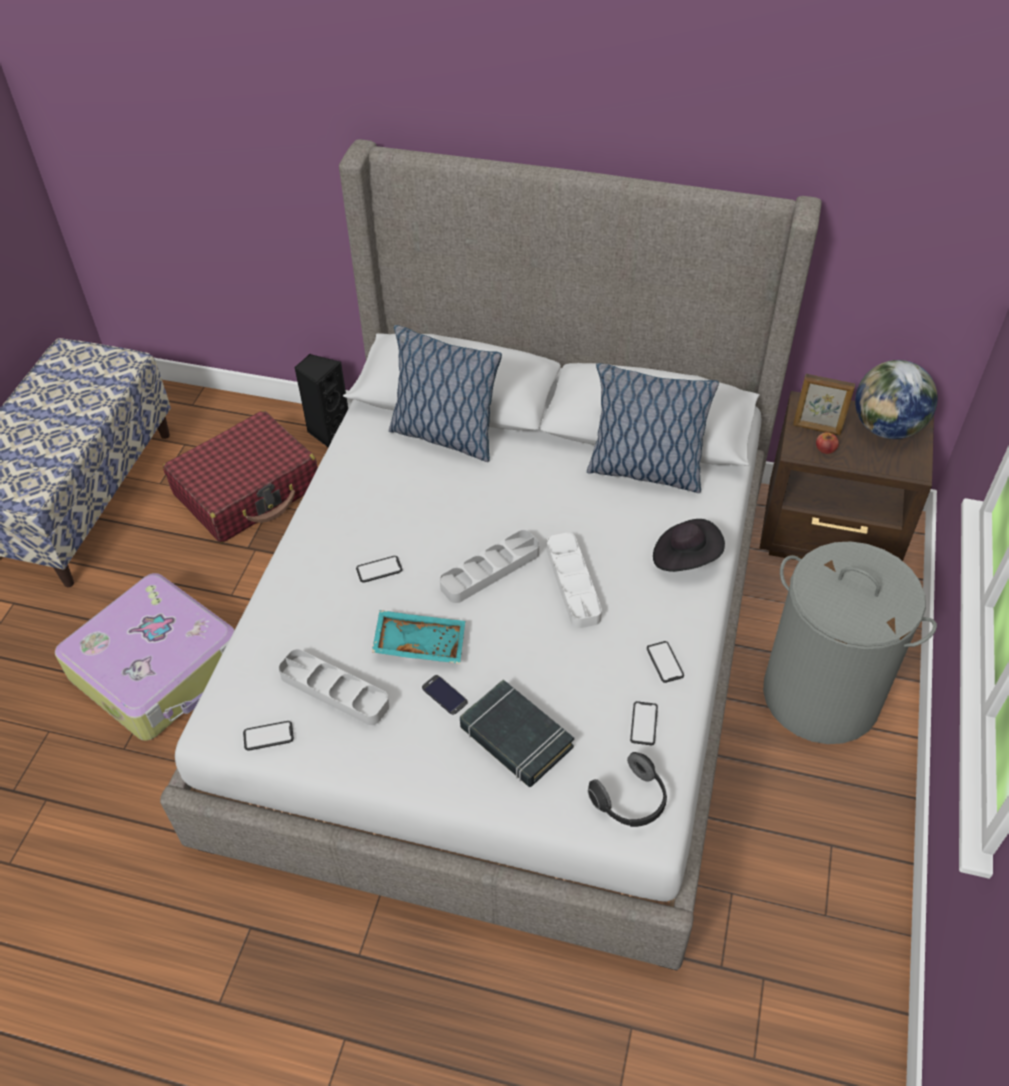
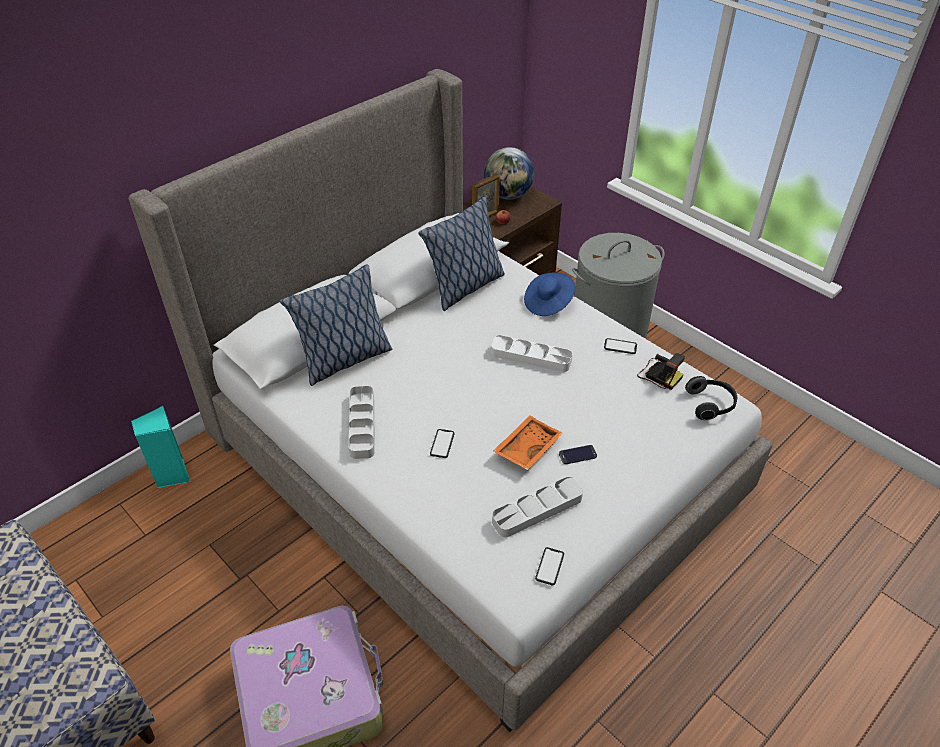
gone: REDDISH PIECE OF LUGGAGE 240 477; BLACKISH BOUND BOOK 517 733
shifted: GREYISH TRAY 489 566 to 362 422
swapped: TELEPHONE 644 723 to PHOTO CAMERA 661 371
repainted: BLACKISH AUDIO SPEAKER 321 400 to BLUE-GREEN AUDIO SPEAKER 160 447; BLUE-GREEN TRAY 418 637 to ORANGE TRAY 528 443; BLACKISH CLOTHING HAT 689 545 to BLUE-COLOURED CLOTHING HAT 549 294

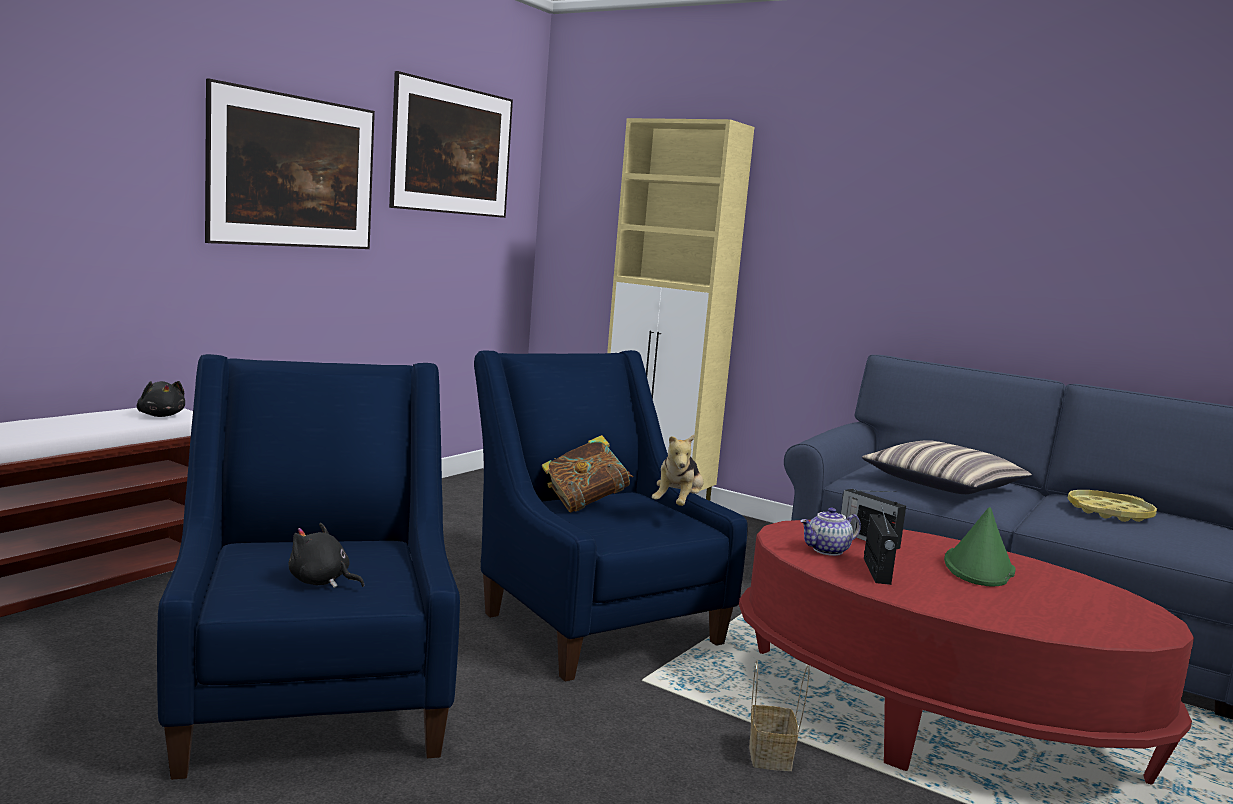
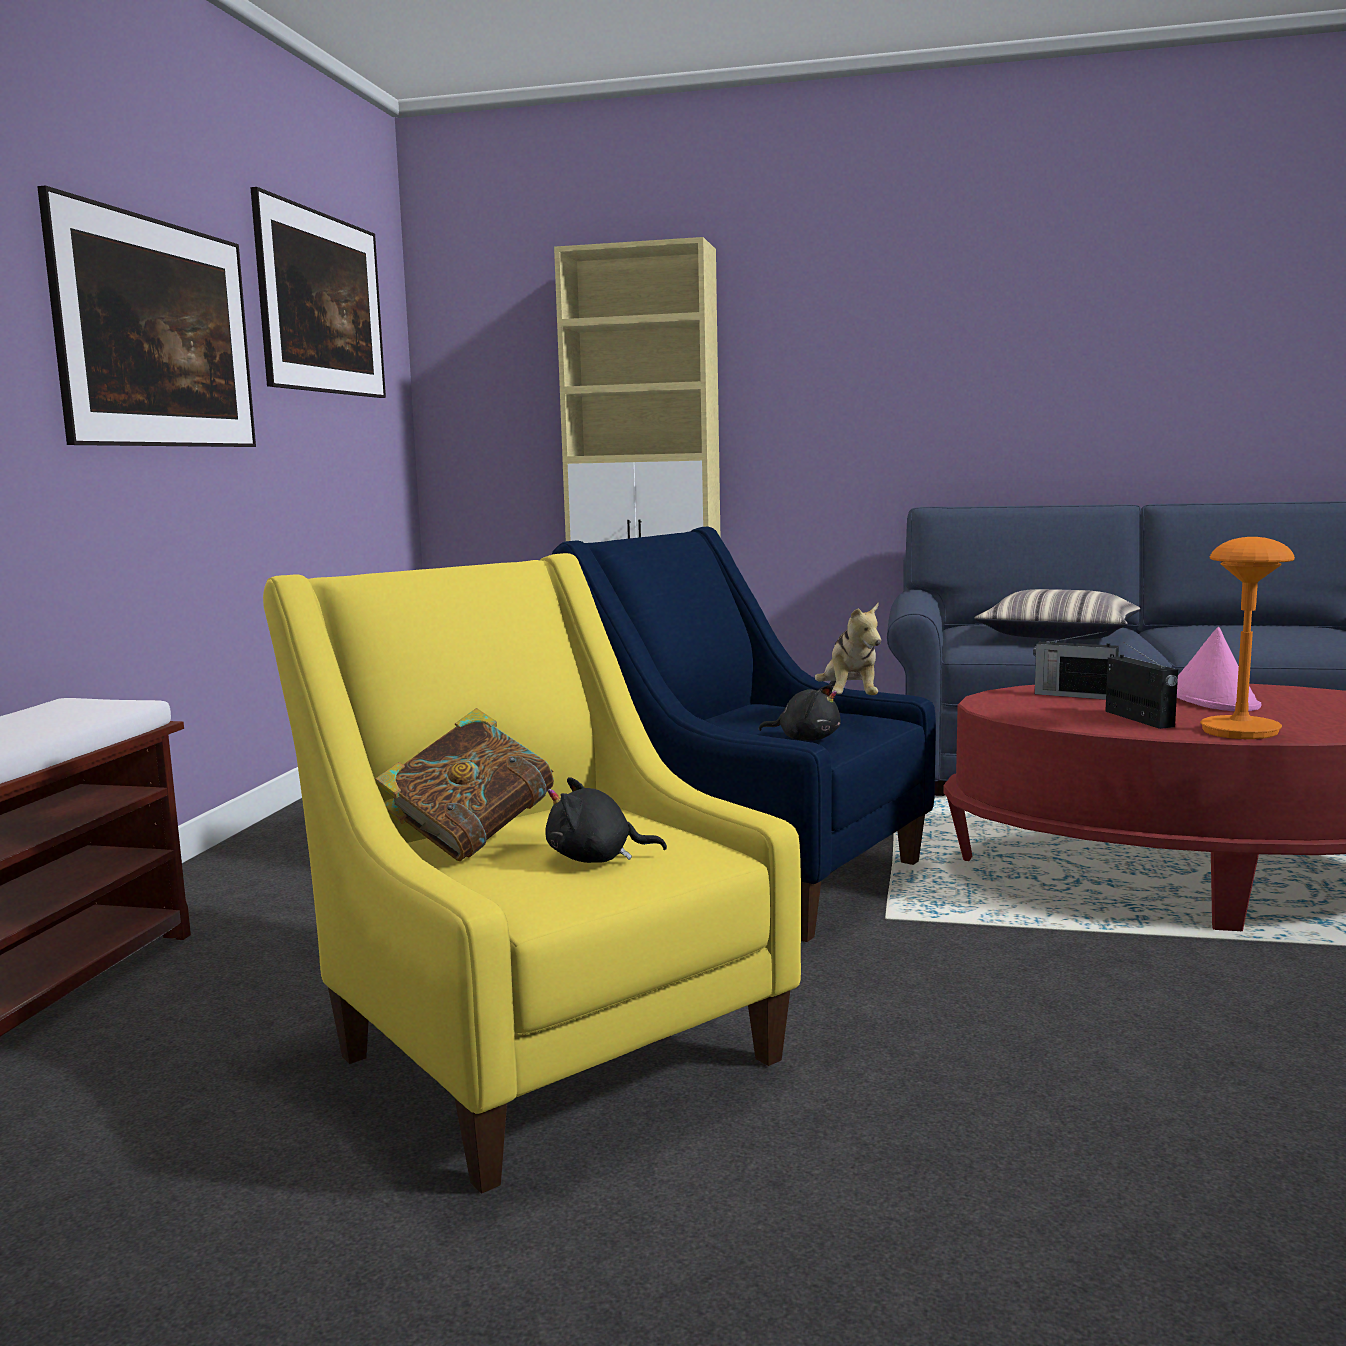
gone: HOUSEHOLD BASKET 779 715; TEA POT 830 532; YELLOWISH TRAY 1112 506
new: ORANGE LAMP FOR A TABLE 1247 638
shifted: BOUND BOOK 587 474 to 464 784; BLACKISH SOFT TOY 161 399 to 800 713
repainted: BLUE-COLOURED ARMCHAIR 308 567 to YELLOWISH ARMCHAIR 532 873; GREENISH CLOTHING HAT 980 546 to PINKISH CLOTHING HAT 1219 669

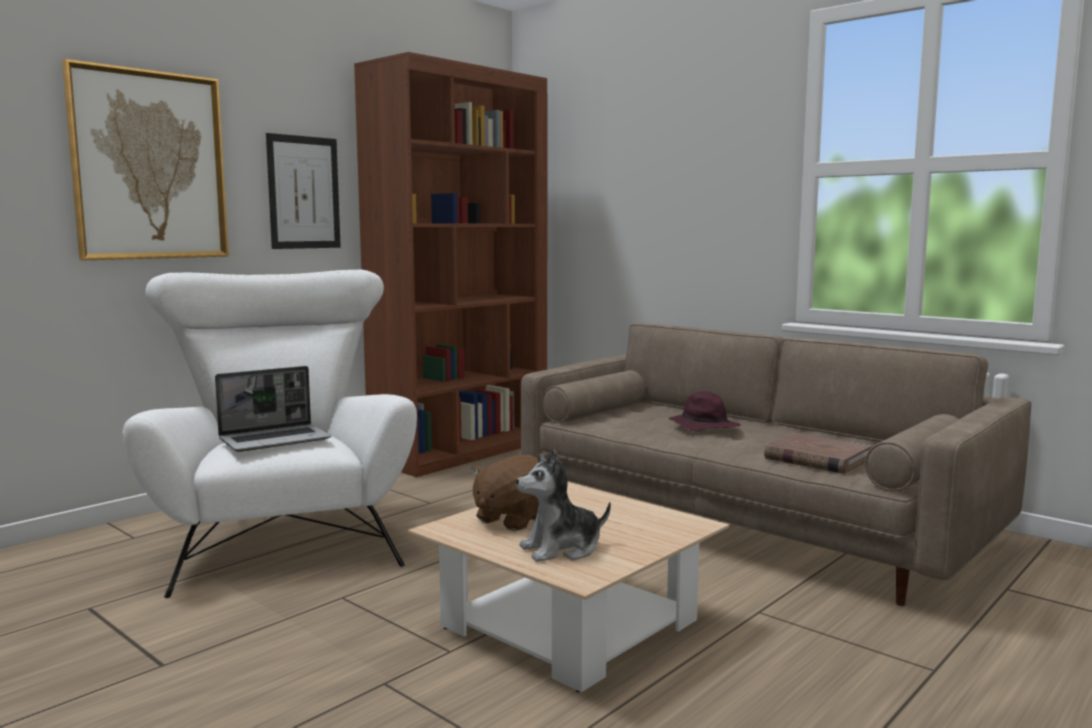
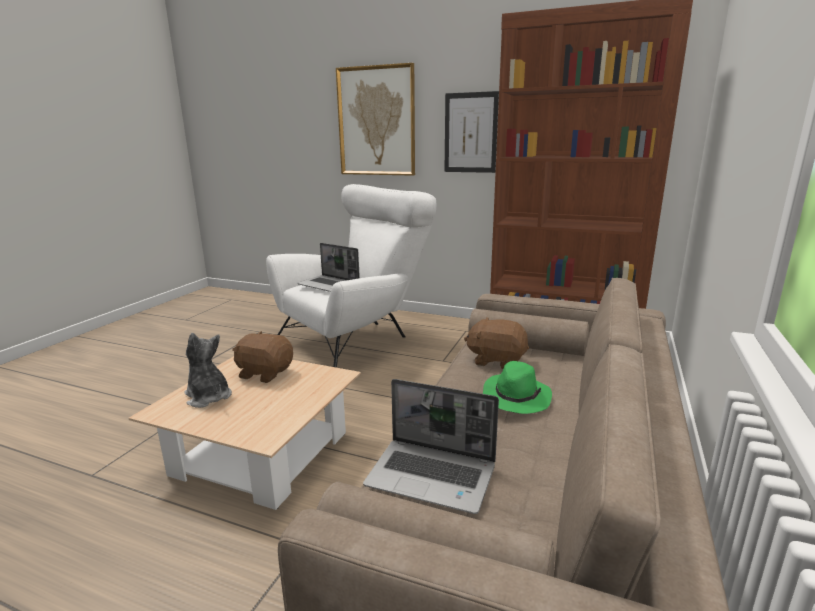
new: BROWN-COLOURED SOFT TOY 496 343
swapped: BROWN-COLOURED BOUND BOOK 818 453 to PORTABLE COMPUTER 431 446
repainted: PURPLISH CLOTHING HAT 705 411 to GREENISH CLOTHING HAT 517 387

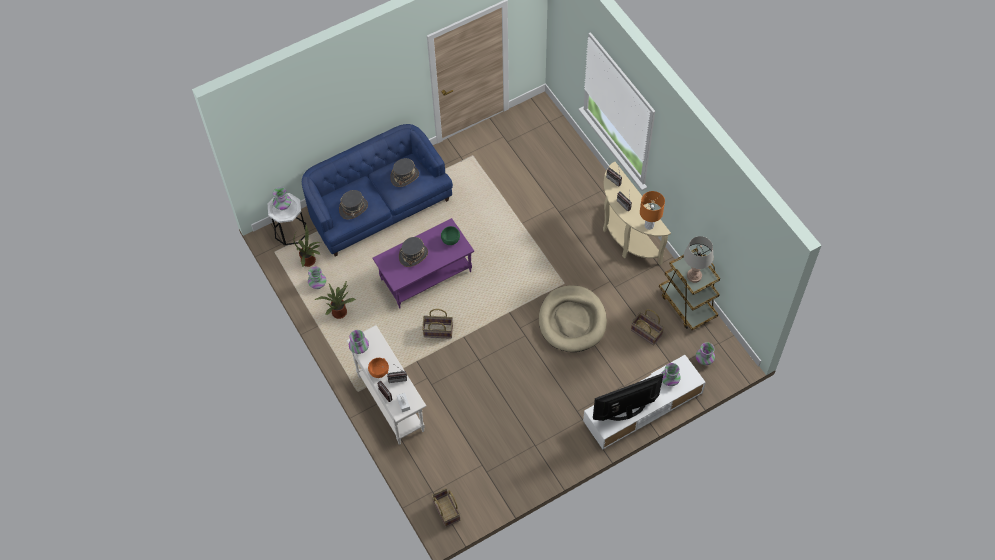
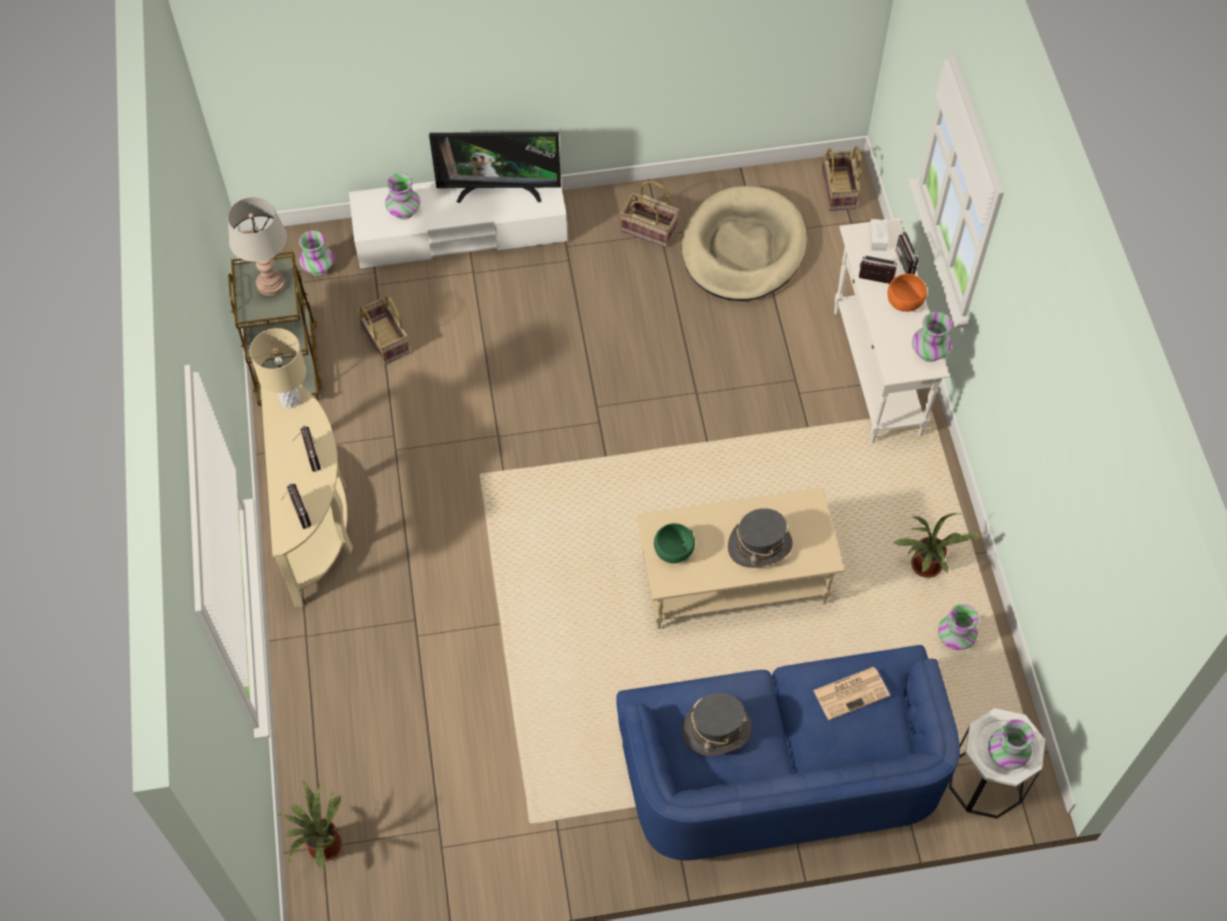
shifted: PLANT IN A POT 307 246 to 309 825; HOUSEHOLD BASKET 437 324 to 649 214; SAND-COLOURED DOG BED 573 318 to 744 243
swapped: GREYISH CLOTHING HAT 353 204 to NEWSPAPER 851 693
repainted: ORANGE LAMP FOR A TABLE 652 210 to SAND-COLOURED LAMP FOR A TABLE 278 368; PURPLISH LOUNGE TABLE 423 263 to SAND-COLOURED LOUNGE TABLE 740 558

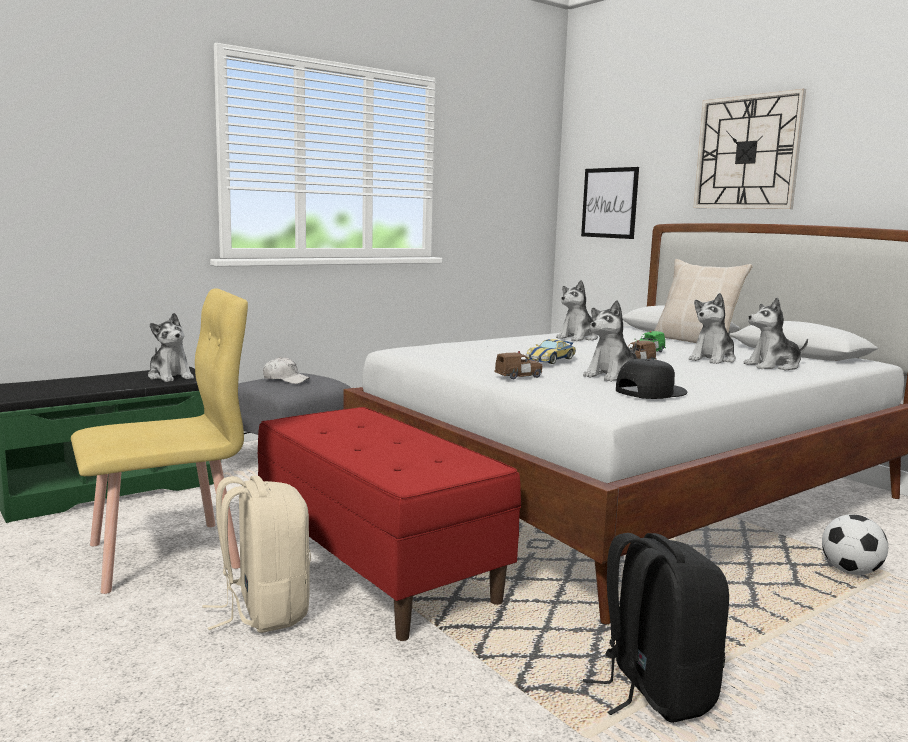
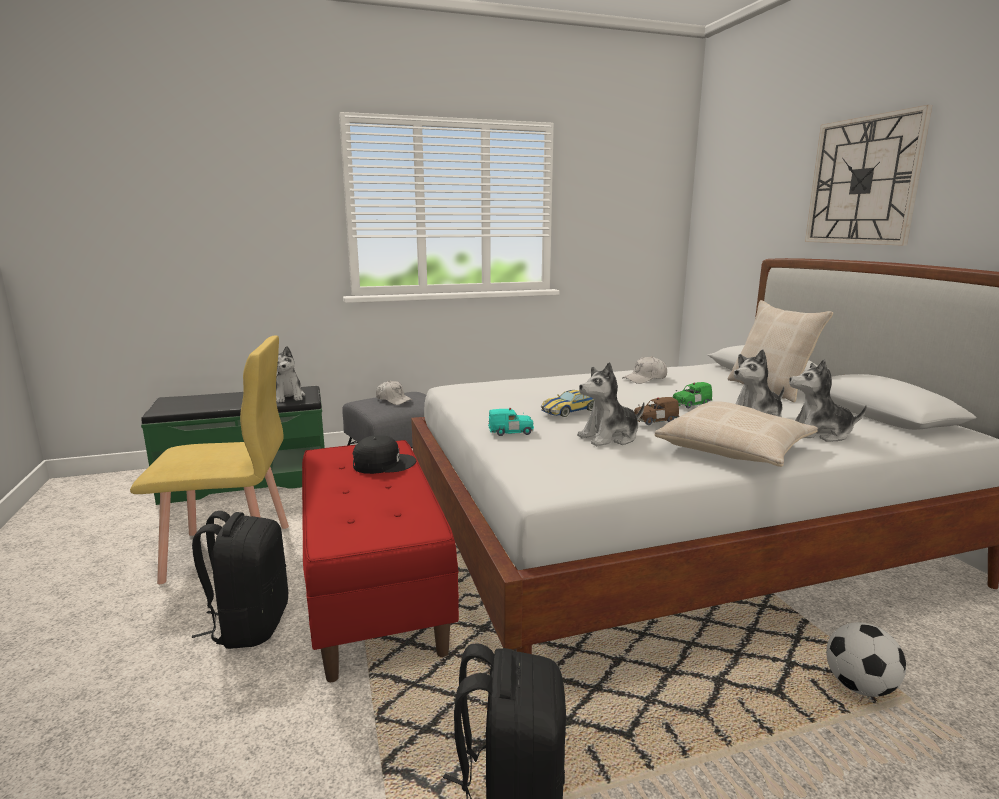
gone: WALL ART 610 203
new: SAND-COLOURED CUSHION 736 434
shifted: BLACKISH PEAKED CAP 651 379 to 384 454
swapped: SOFT TOY 577 310 to WHITE-COLOURED PEAKED CAP 644 370
repainted: SAND-COLOURED BACKPACK 256 554 to BLACKISH BACKPACK 240 580; BROWN-COLOURED MINIATURE CAR 518 365 to BLUE-GREEN MINIATURE CAR 511 422

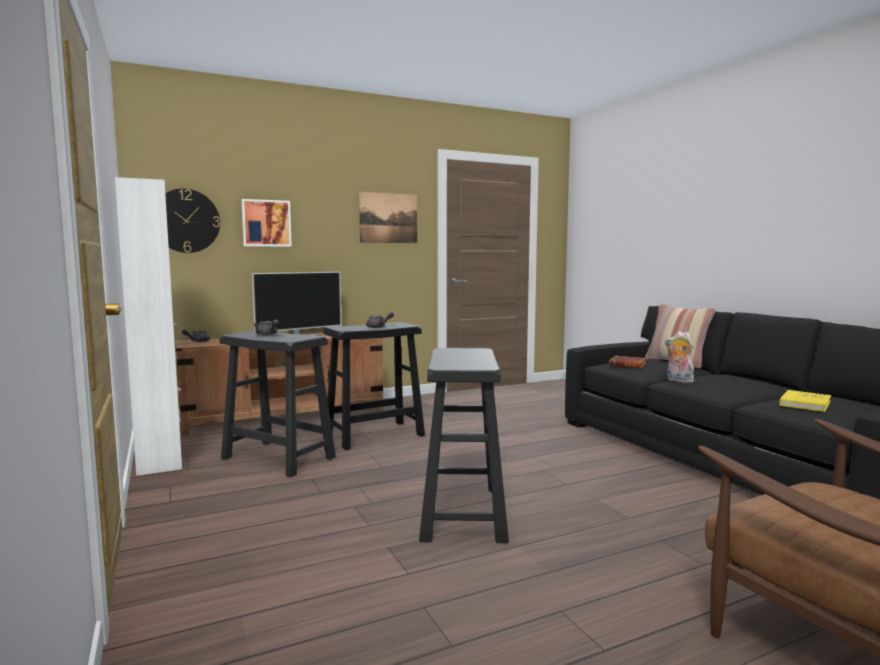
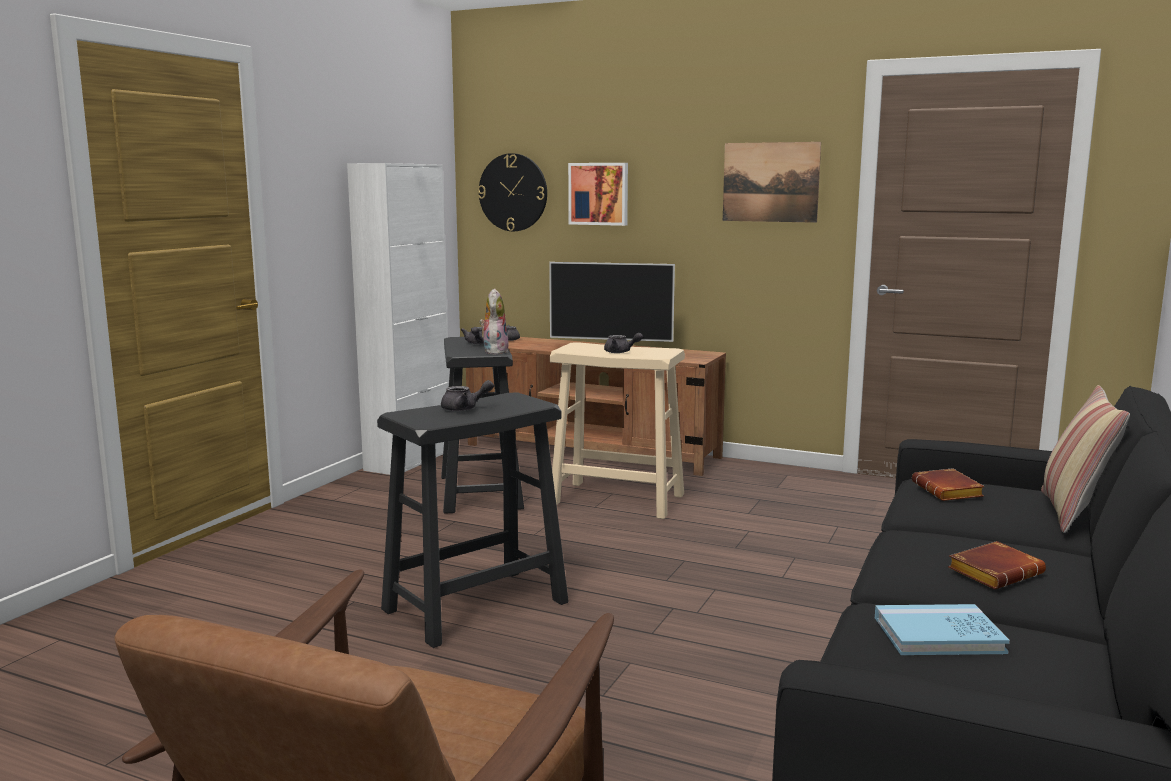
new: GREYISH TEA POT 467 395; BROWN-COLOURED BOUND BOOK 997 565
shifted: SOFT TOY 679 357 to 494 321
repainted: BLACKISH STOOL SEAT 374 386 to SAND-COLOURED STOOL SEAT 617 430; YELLOWISH BOUND BOOK 805 401 to BLUE-COLOURED BOUND BOOK 942 629

